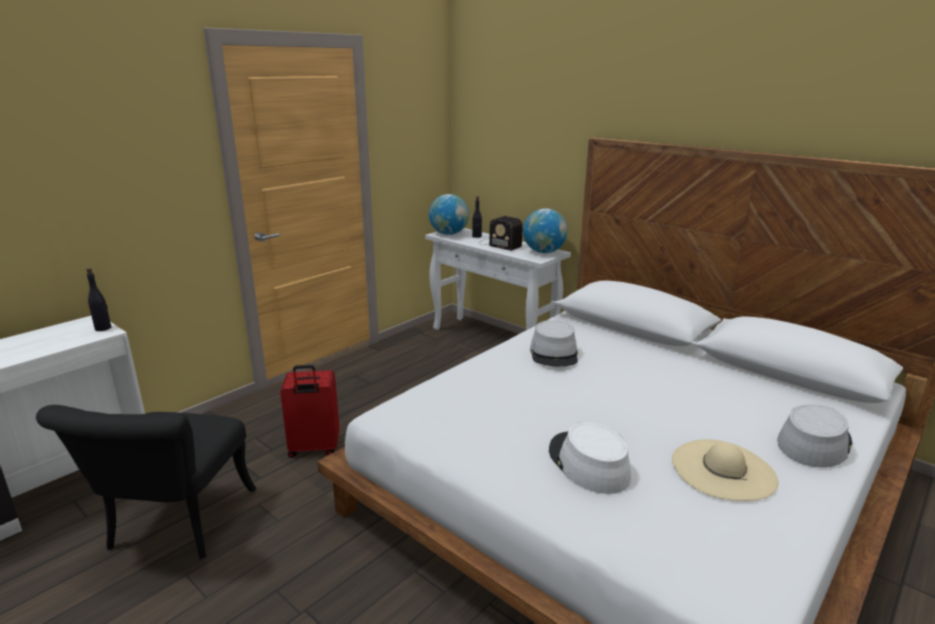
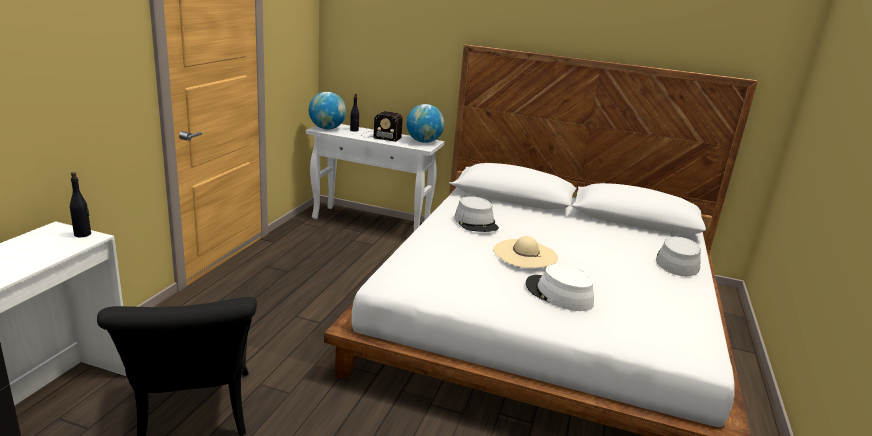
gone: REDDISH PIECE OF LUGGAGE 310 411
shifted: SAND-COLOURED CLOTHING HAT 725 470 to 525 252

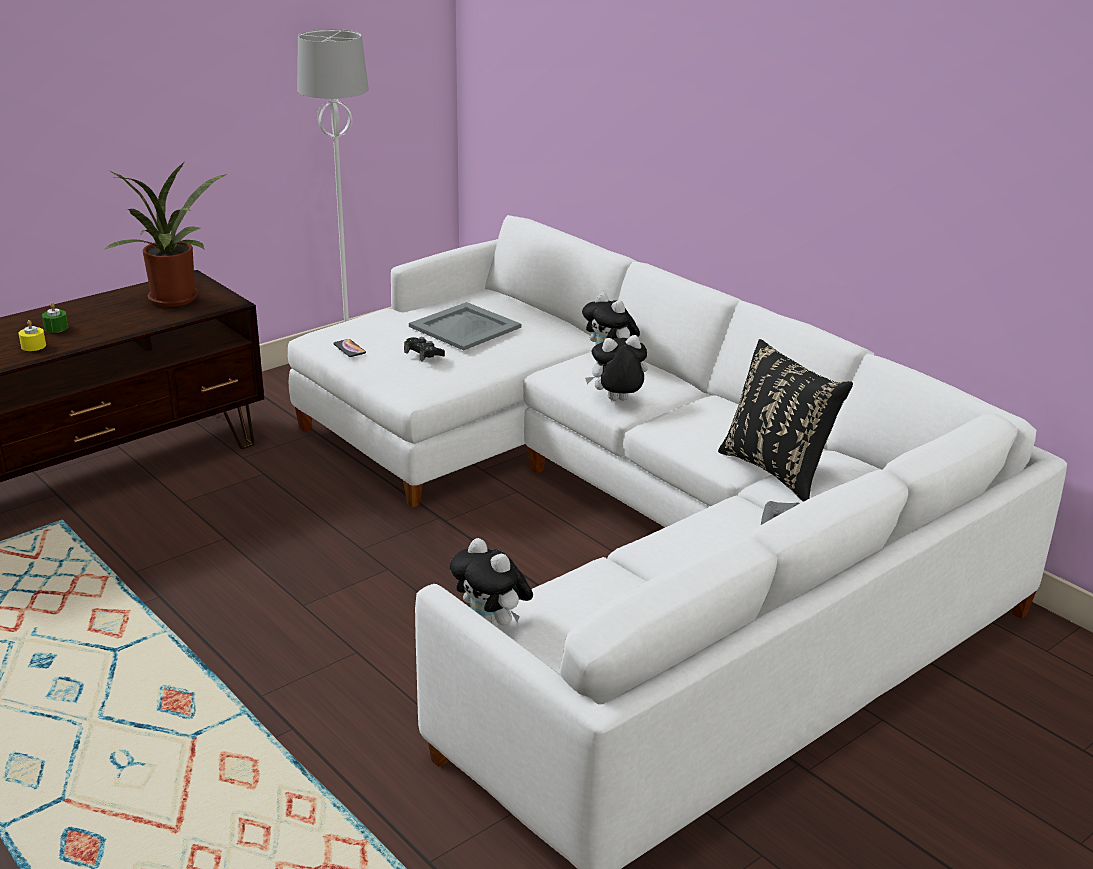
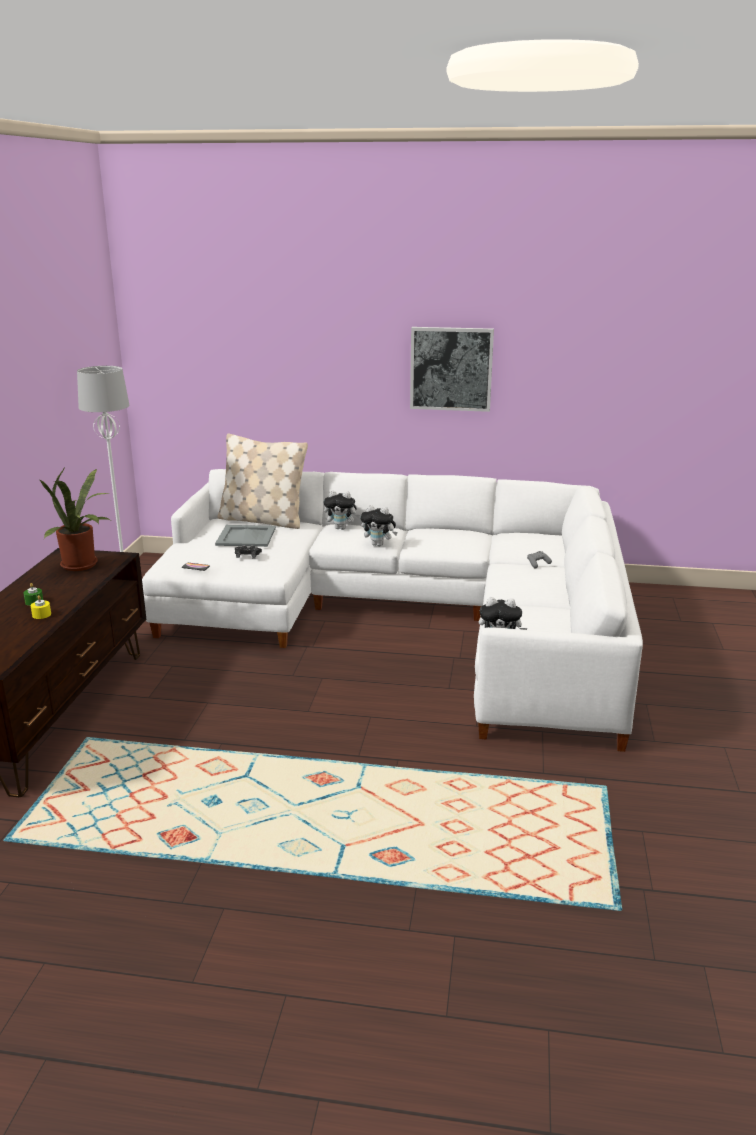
gone: BLACKISH CUSHION 785 420
new: SAND-COLOURED CUSHION 262 481; WALL ART 452 369
rotated: SOFT TOY 616 368 = 379 525 105 degrees counterclockwise

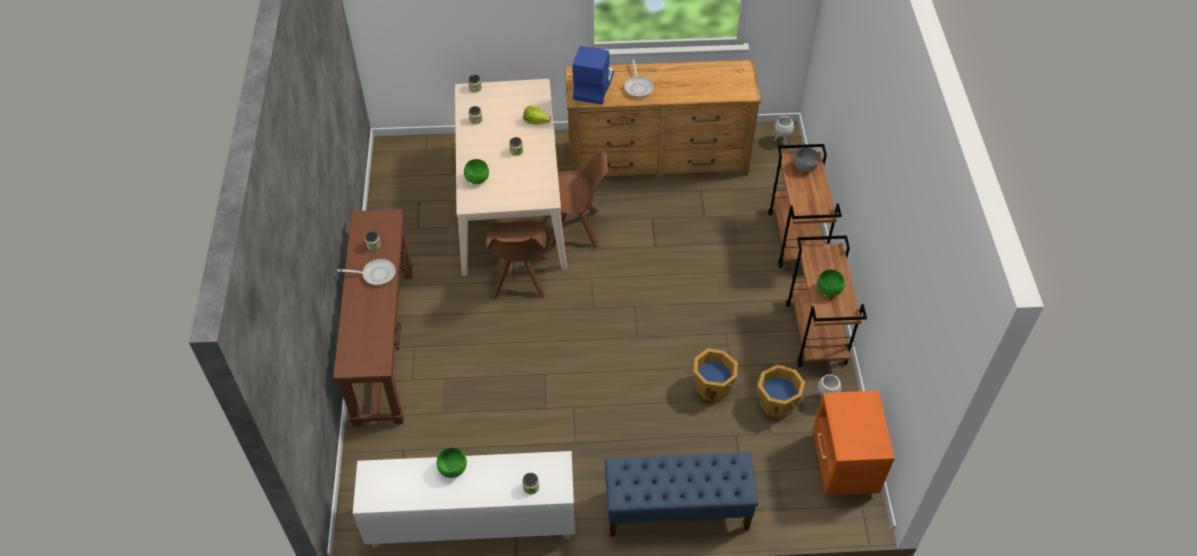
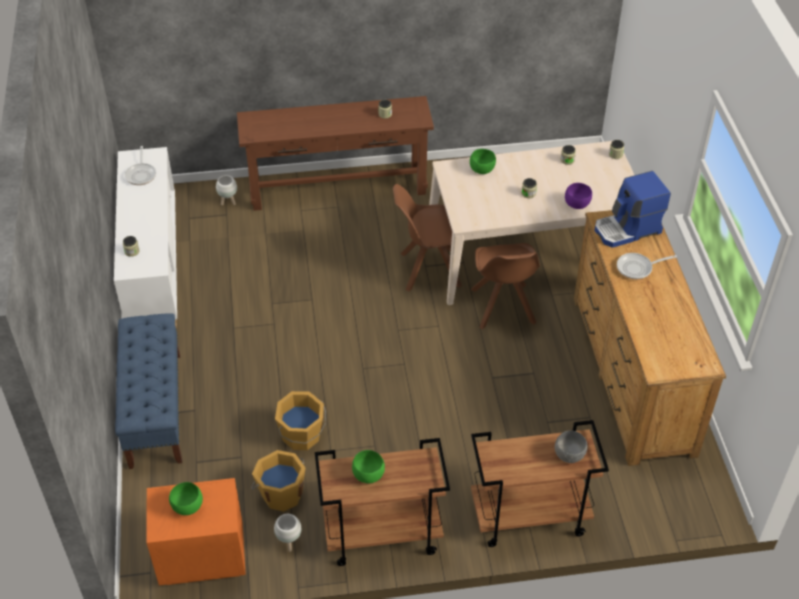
shifted: PAN 366 272 to 140 165; GREENISH BOWL 452 463 to 186 498; WHITE-COLOURED PLANT POT 784 130 to 226 190
swapped: LETTUCE 537 115 to PURPLISH BOWL 578 196
rotated: COFFEE MAKER 593 75 = 632 209 150 degrees clockwise

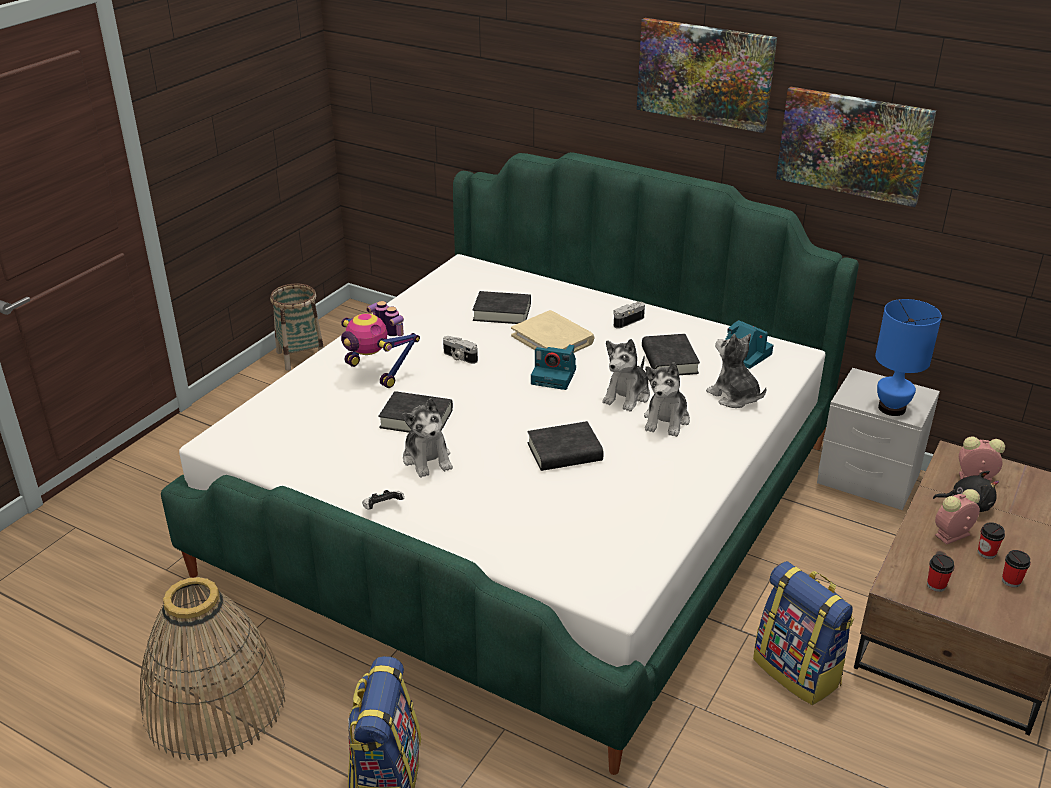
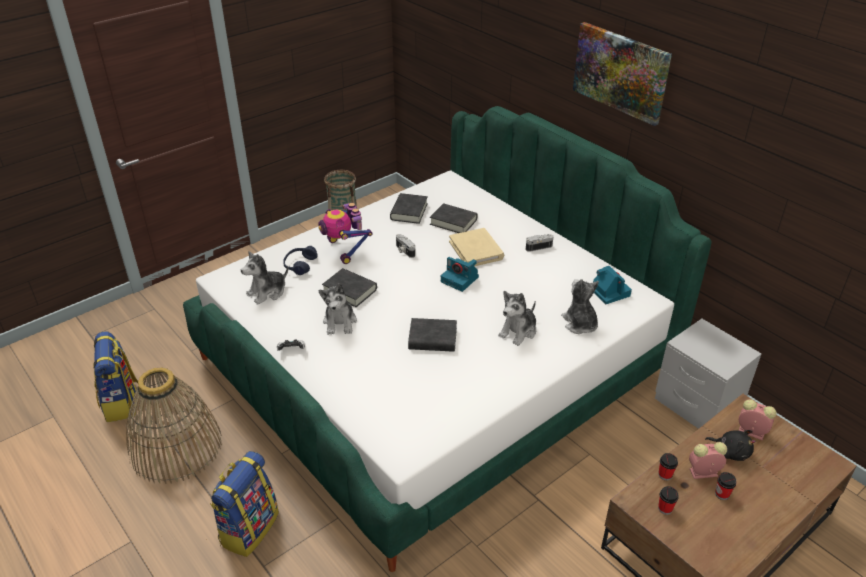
gone: WALL ART 856 146; BLUE-COLOURED LAMP FOR A TABLE 908 357
new: BLUE-COLOURED PAIR OF HEADPHONES 300 260
shifted: BACKPACK 803 633 to 116 377; SOFT TOY 626 375 to 264 278; BLACKISH BOUND BOOK 671 354 to 409 208; DRINKING CUP 1016 569 to 668 467

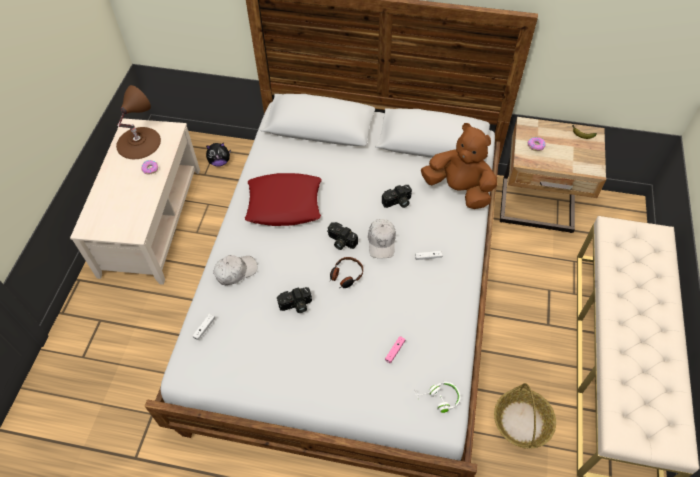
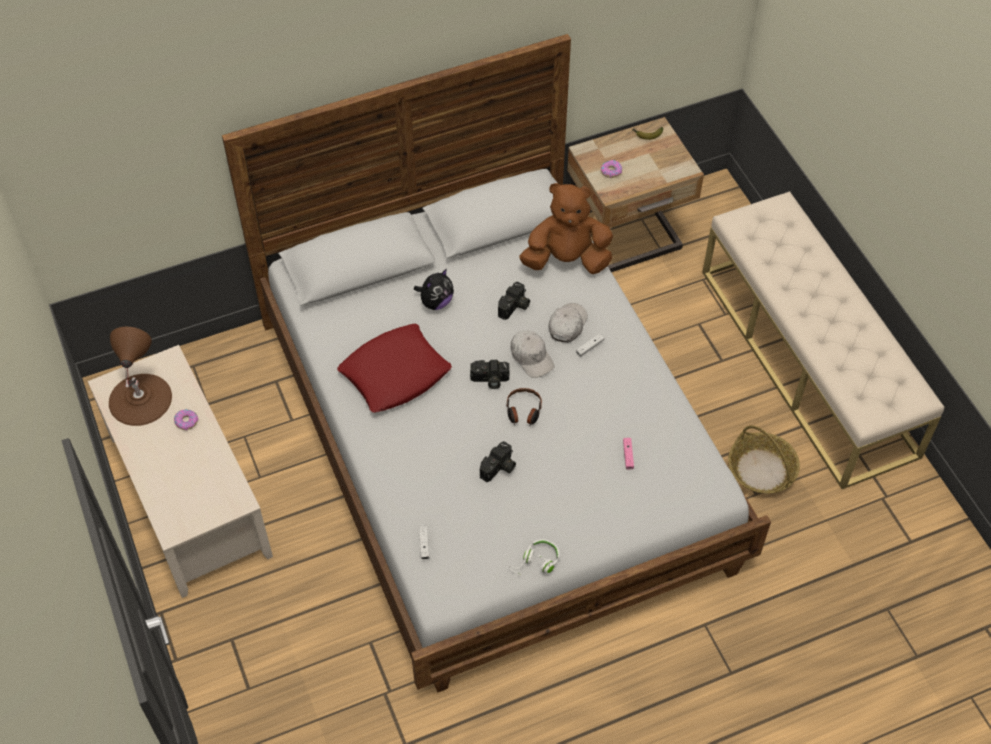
shifted: SOFT TOY 218 155 to 434 289; WHITE-COLOURED PAIR OF HEADPHONES 437 397 to 534 556; WHITE-COLOURED PEAKED CAP 235 270 to 568 323

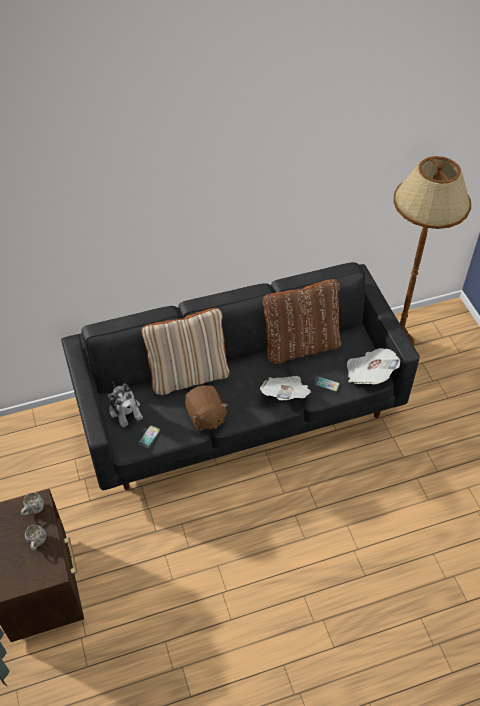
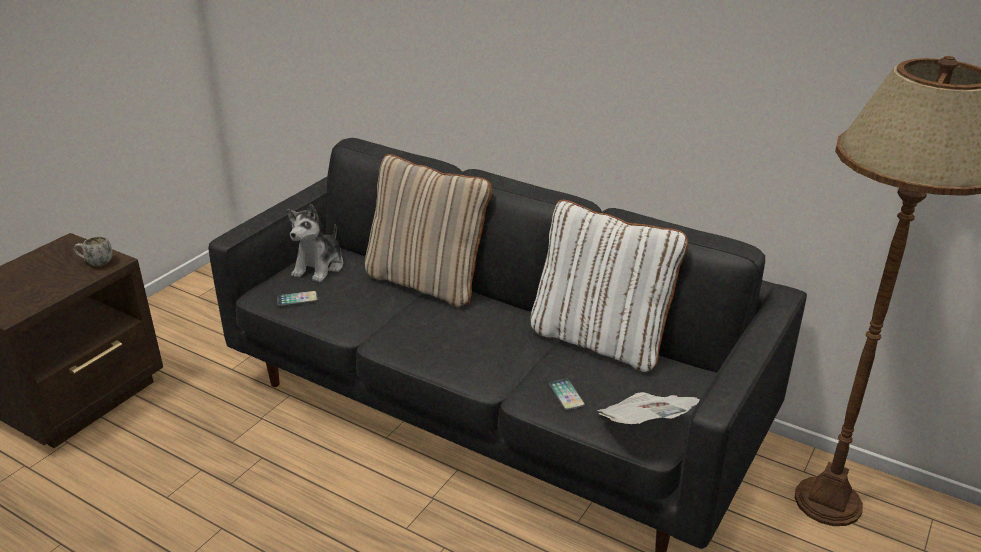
gone: WHITE-COLOURED TEA MUG 35 538; BROWN-COLOURED SOFT TOY 206 408; NEWSPAPER 285 388
repainted: BROWN-COLOURED CUSHION 302 321 to WHITE-COLOURED CUSHION 609 286

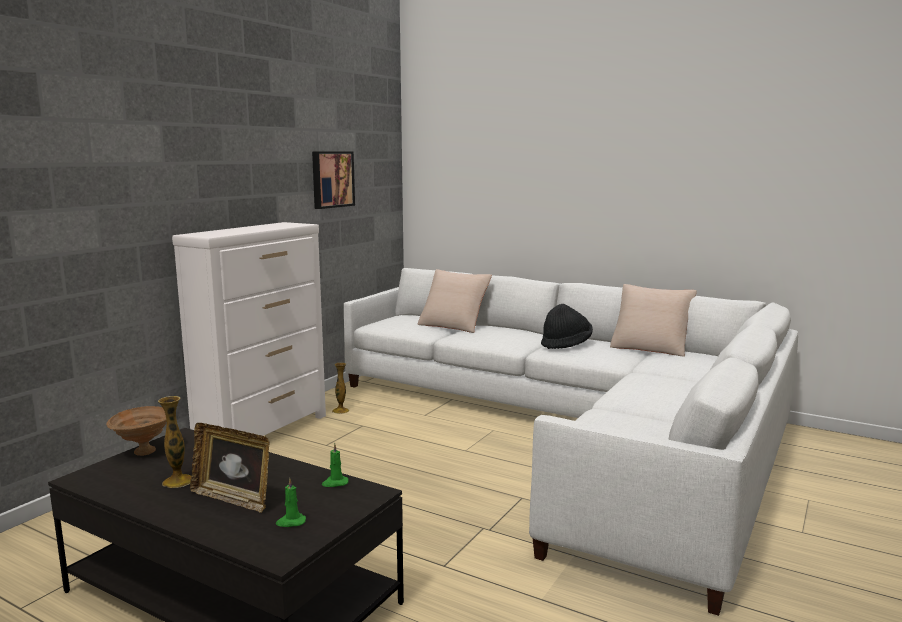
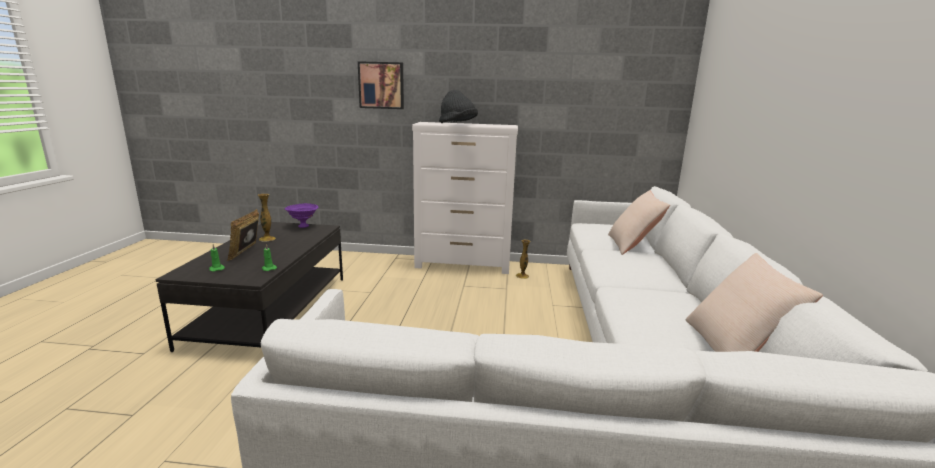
shifted: WALL ART 333 180 to 381 85; BLACKISH CLOTHING HAT 567 326 to 458 106
repainted: BROWN-COLOURED BOWL 136 431 to PURPLISH BOWL 302 215

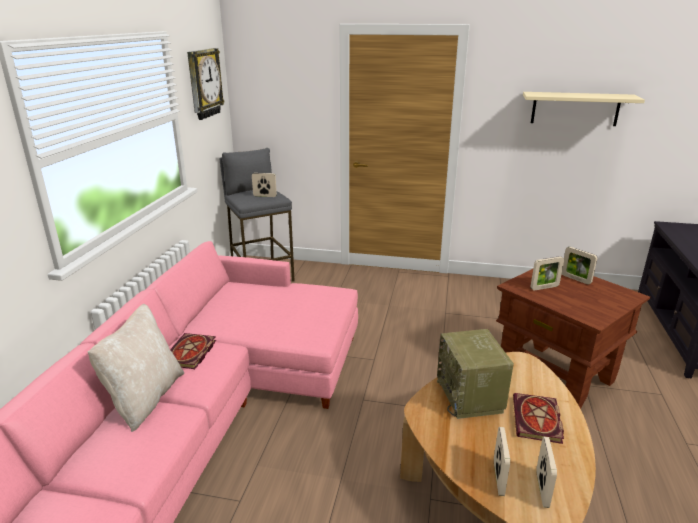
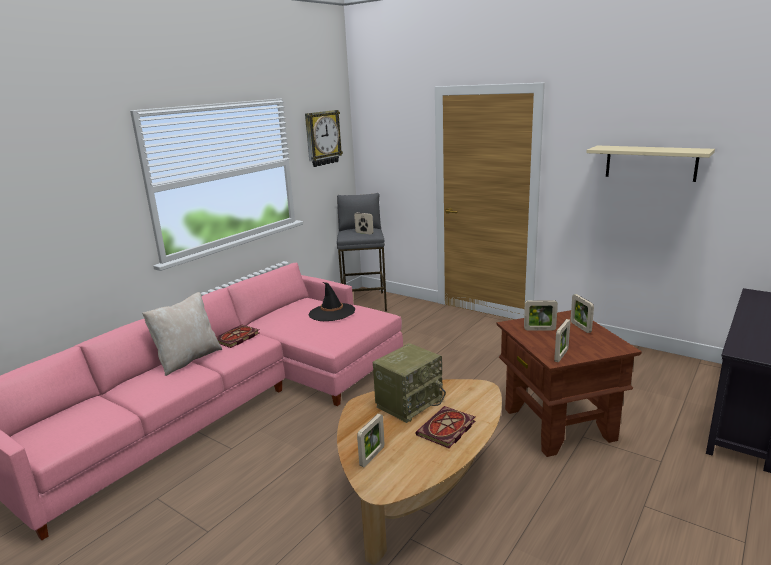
new: BLACKISH CLOTHING HAT 331 301
shifted: PICTURE FRAME 546 472 to 562 340
rotated: RADIO 475 374 = 409 383 150 degrees counterclockwise

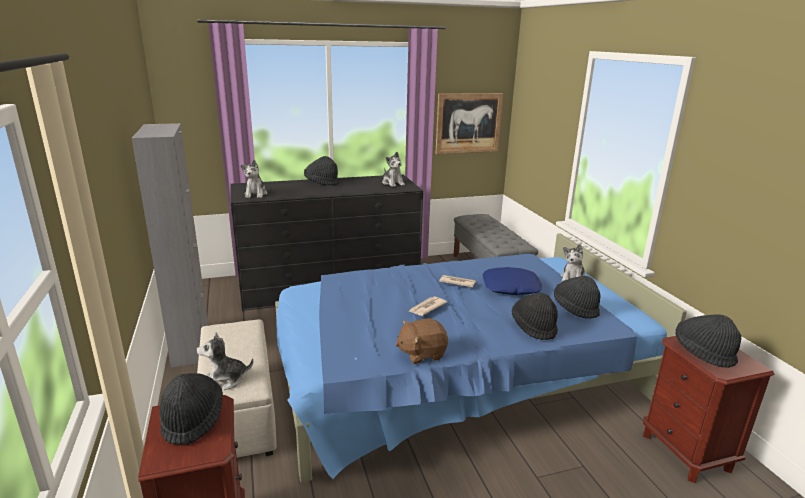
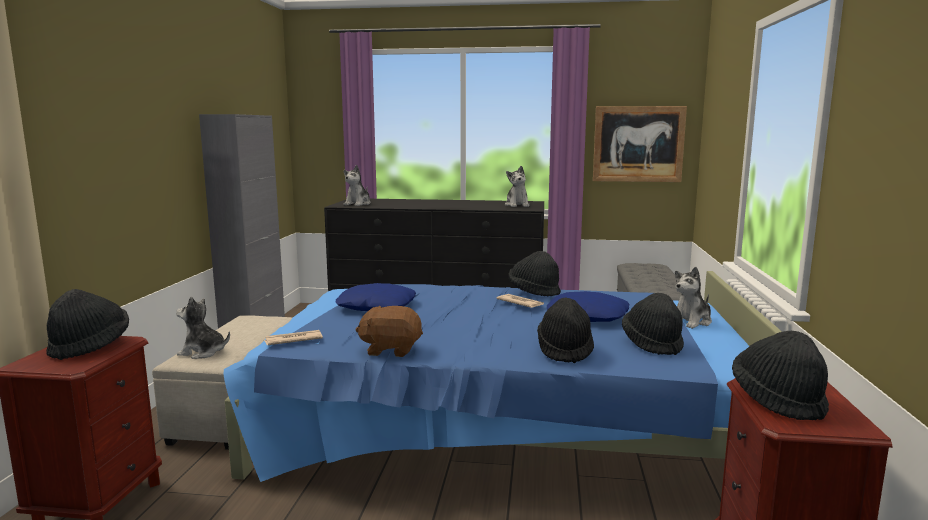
new: BLUE-COLOURED CUSHION 376 297
shifted: NEWSPAPER 427 306 to 293 337; BLACKISH CLOTHING HAT 321 171 to 534 274

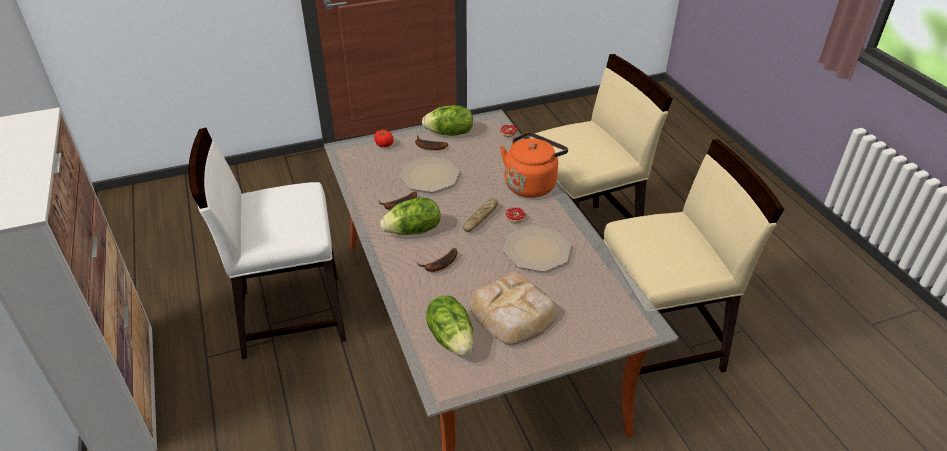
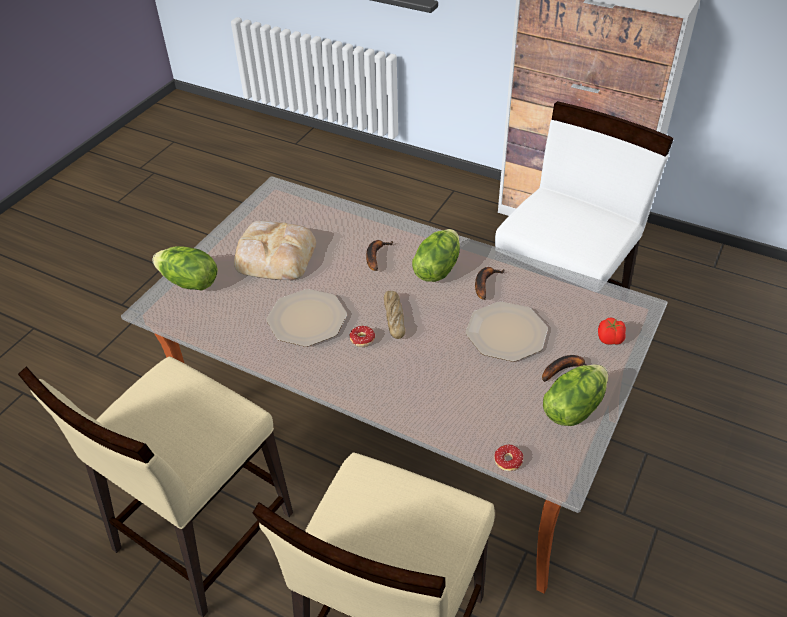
gone: ORANGE WATER KETTLE 534 165
shifted: LETTUCE 449 326 to 185 268

